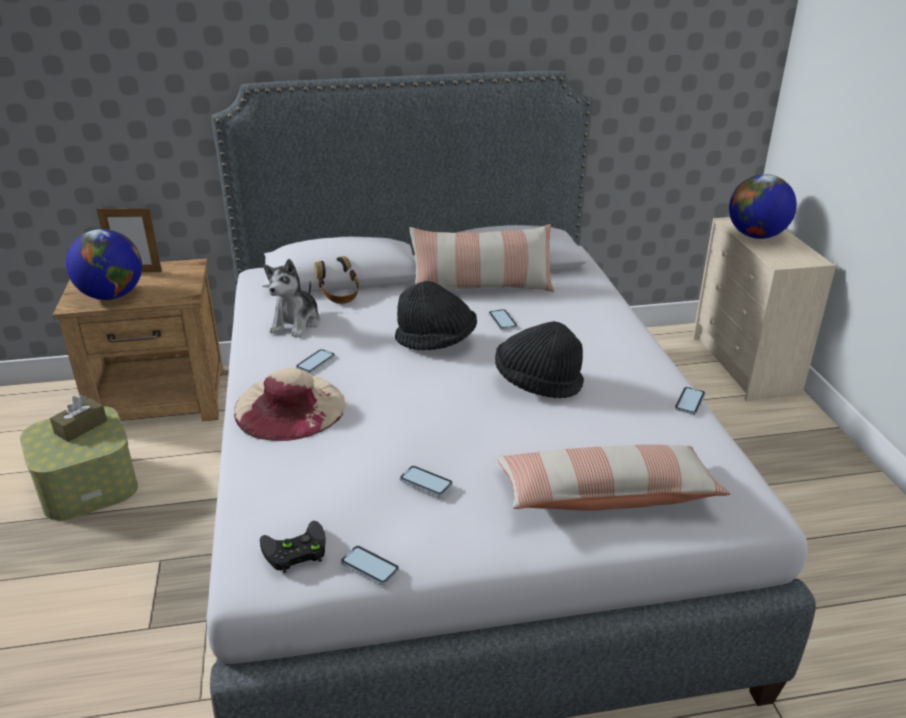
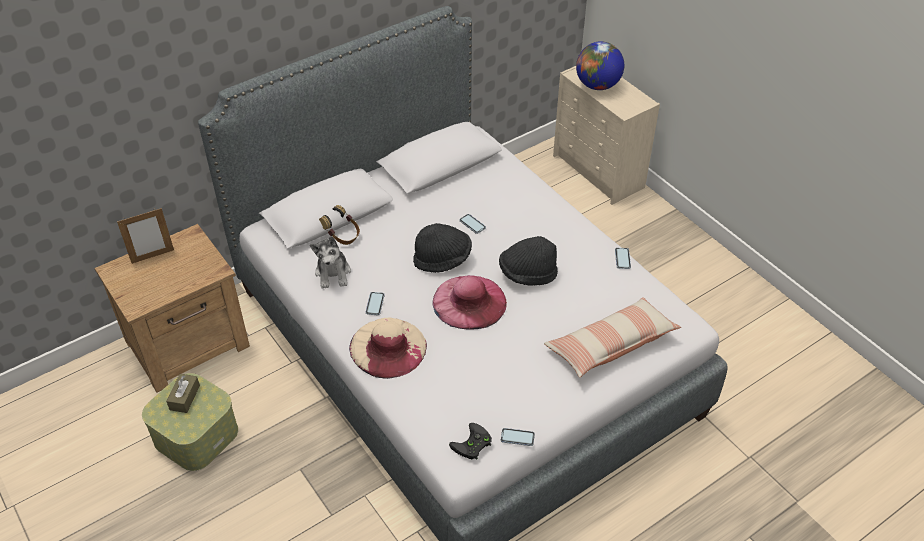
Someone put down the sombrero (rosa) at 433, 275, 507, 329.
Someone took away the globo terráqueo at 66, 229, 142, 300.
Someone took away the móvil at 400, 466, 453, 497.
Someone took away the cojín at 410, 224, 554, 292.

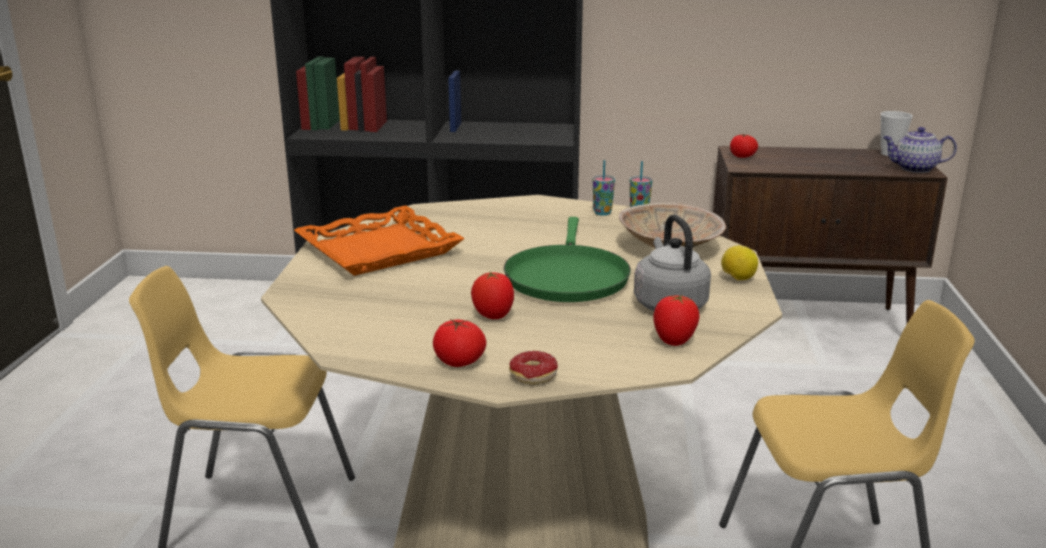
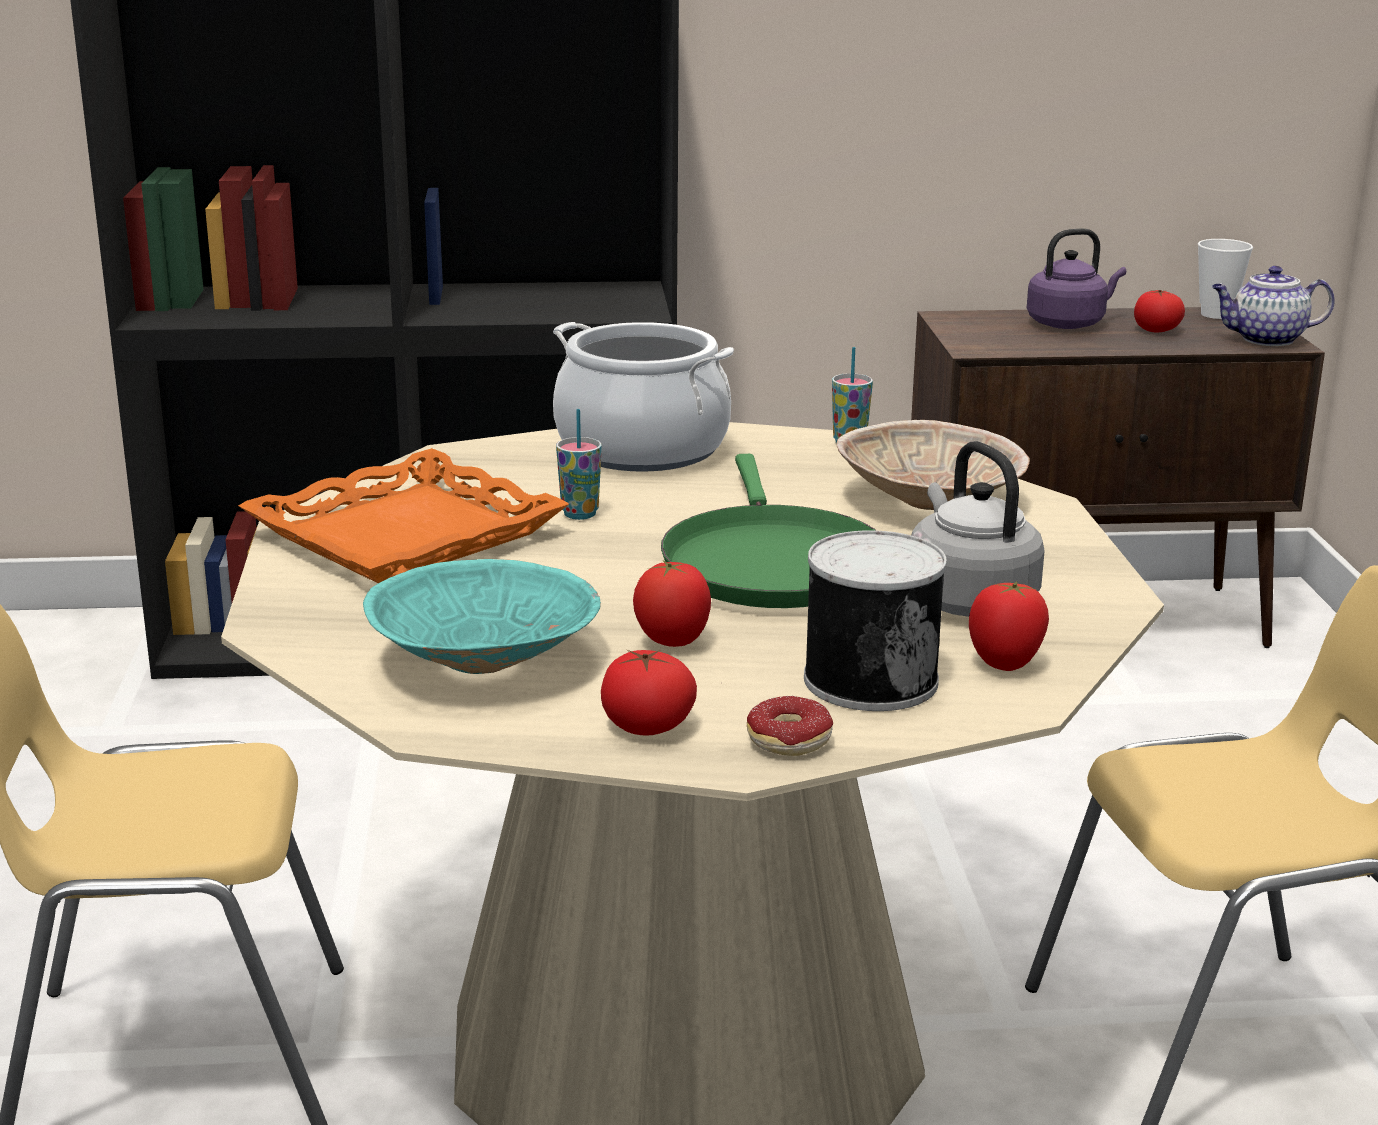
Someone put down the cuenco (turquesa) at 363, 559, 601, 674.
Someone put down the olla at 553, 322, 734, 472.
Someone carried the taza from 593, 160, 615, 216 to 556, 409, 602, 520.
Someone put down the lata at 804, 530, 947, 711.
Someone put down the hervidor (morado) at 1027, 229, 1126, 329.
Someone carried the tomate from 730, 134, 758, 158 to 1134, 290, 1185, 332.
Someone took away the limón at 721, 245, 758, 280.

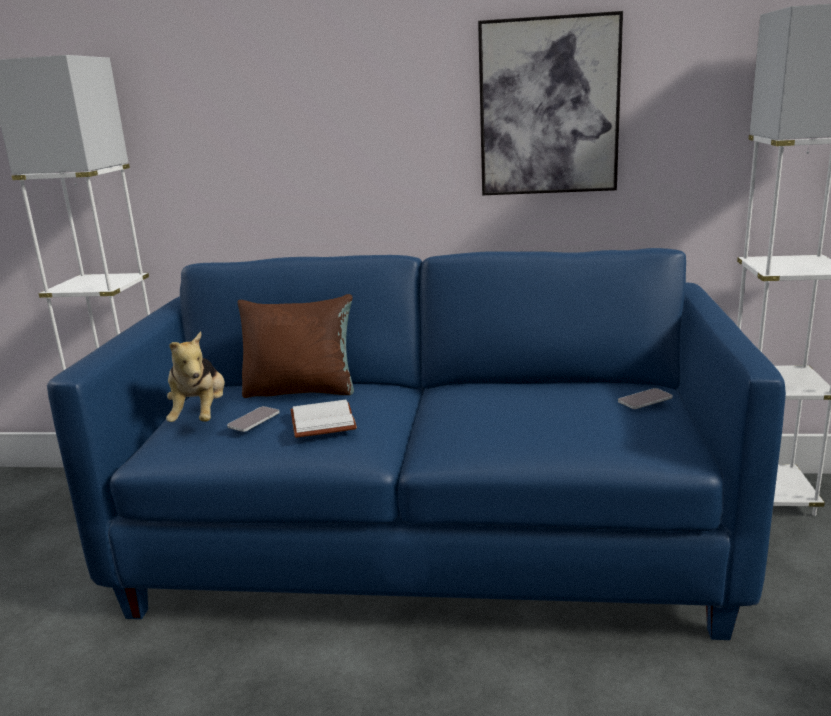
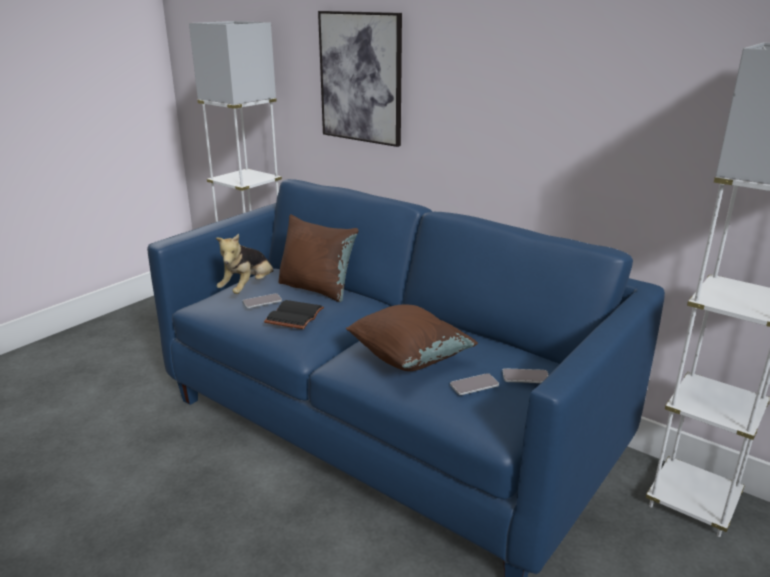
Someone repainted the libro (blanco) at 290, 400, 357, 438, which became the libro (negro) at 264, 300, 324, 329.
Someone carried the cuadro from 478, 11, 623, 195 to 318, 11, 402, 147.
Someone put down the cojín (marrón) at 346, 304, 478, 371.
Someone put down the móvil at 450, 373, 499, 395.

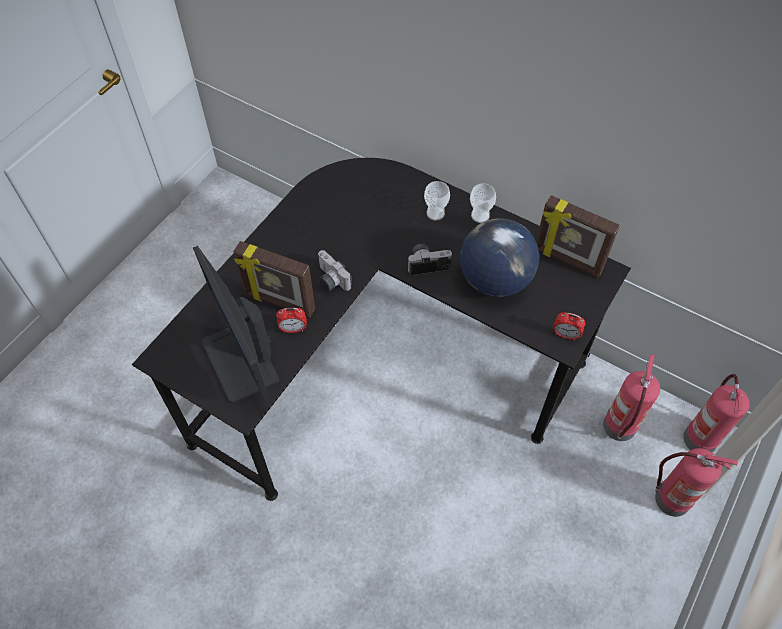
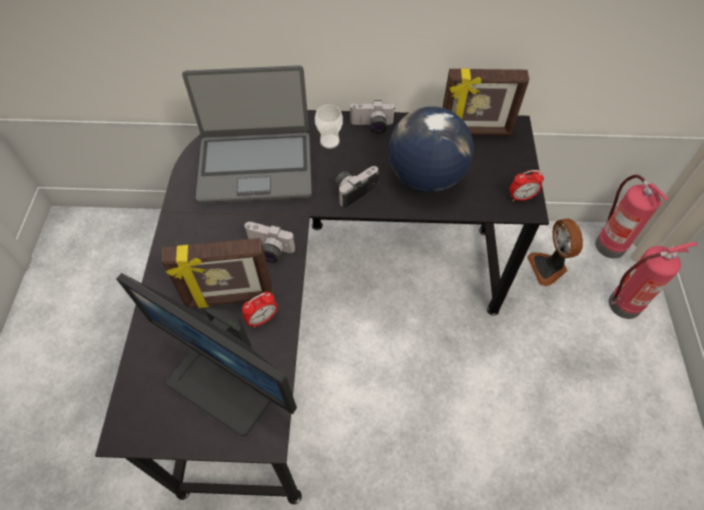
Someone put down the portátil at 182, 65, 312, 204.
Someone swapped the taza at 470, 183, 496, 223 for the cámara at 350, 100, 395, 134.
Someone swapped the extintor at 603, 354, 660, 441 for the ventilador at 527, 218, 583, 286.

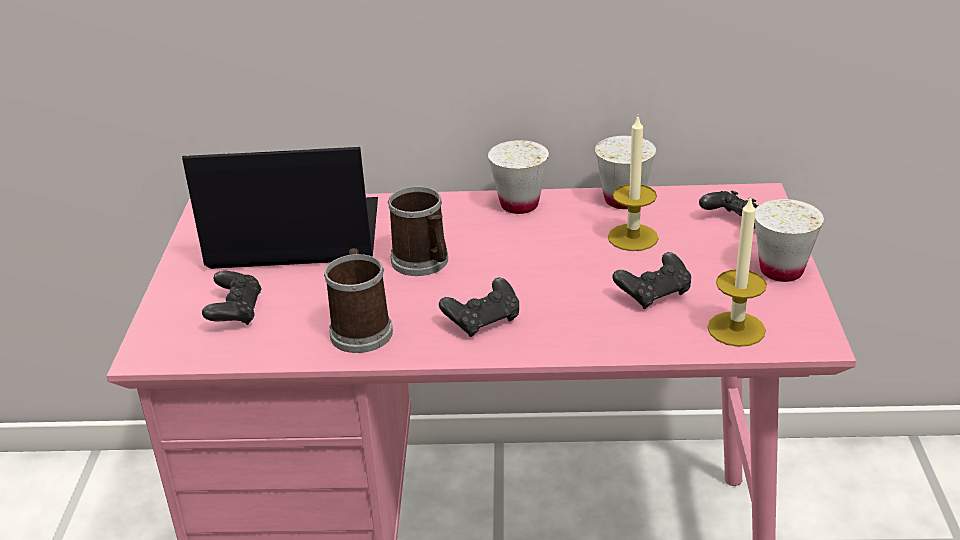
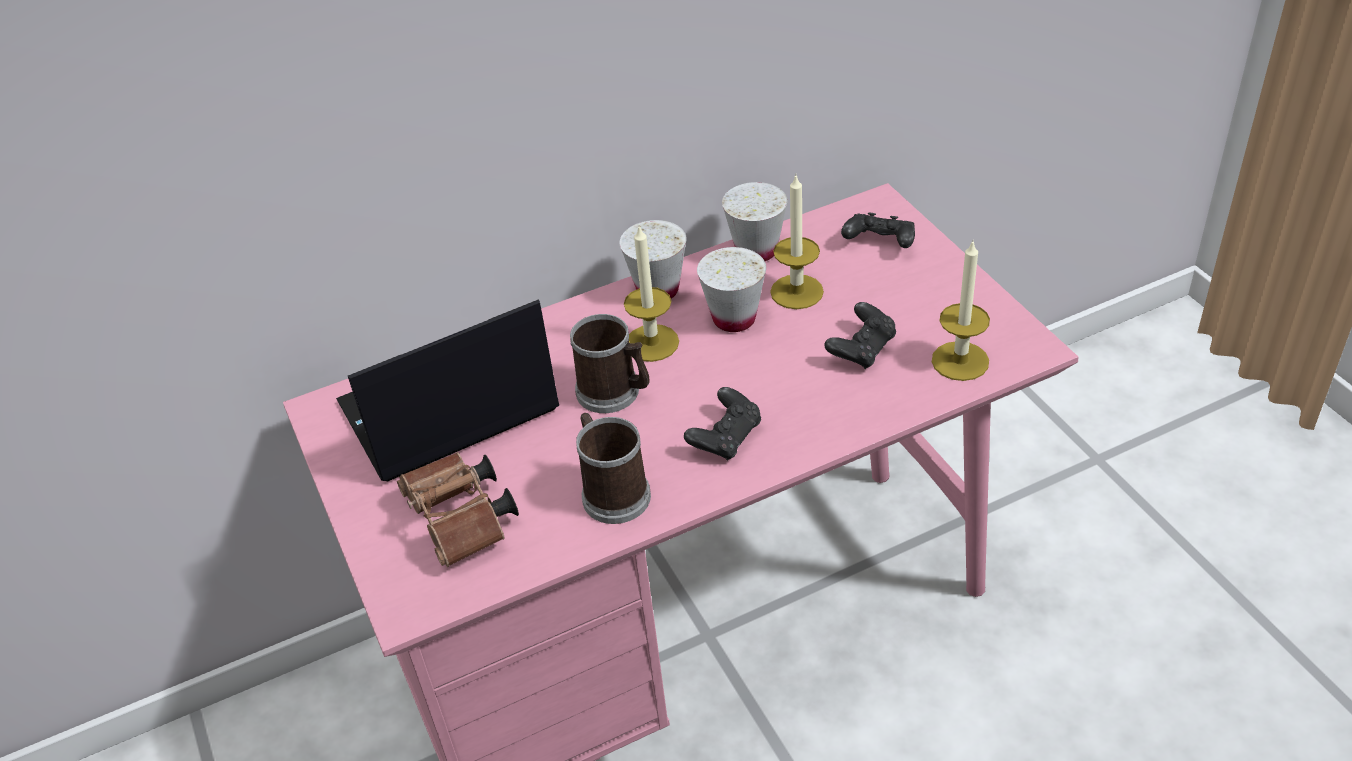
Someone swapped the mando de consola (negro) at 202, 271, 261, 325 for the prismáticos (marrón) at 397, 452, 519, 567.
Someone put down the vela at 624, 225, 679, 362.
Someone carried the taza (blanco) from 755, 199, 824, 282 to 697, 247, 766, 332.

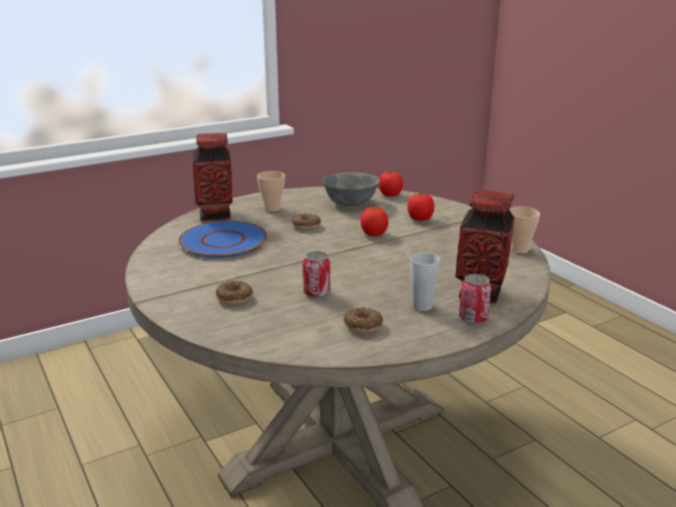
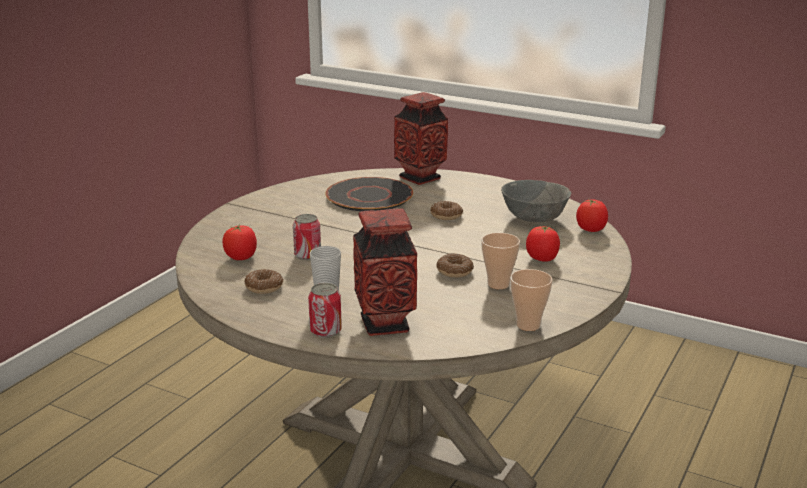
Someone carried the tomate from 360, 207, 388, 236 to 222, 225, 257, 260.
Someone repainted the plato (azul) at 178, 221, 267, 258, which became the plato (negro) at 325, 177, 413, 211.
Someone carried the rosquilla from 216, 281, 253, 304 to 436, 253, 474, 278.
Someone carried the taza from 257, 171, 285, 212 to 481, 233, 520, 289.

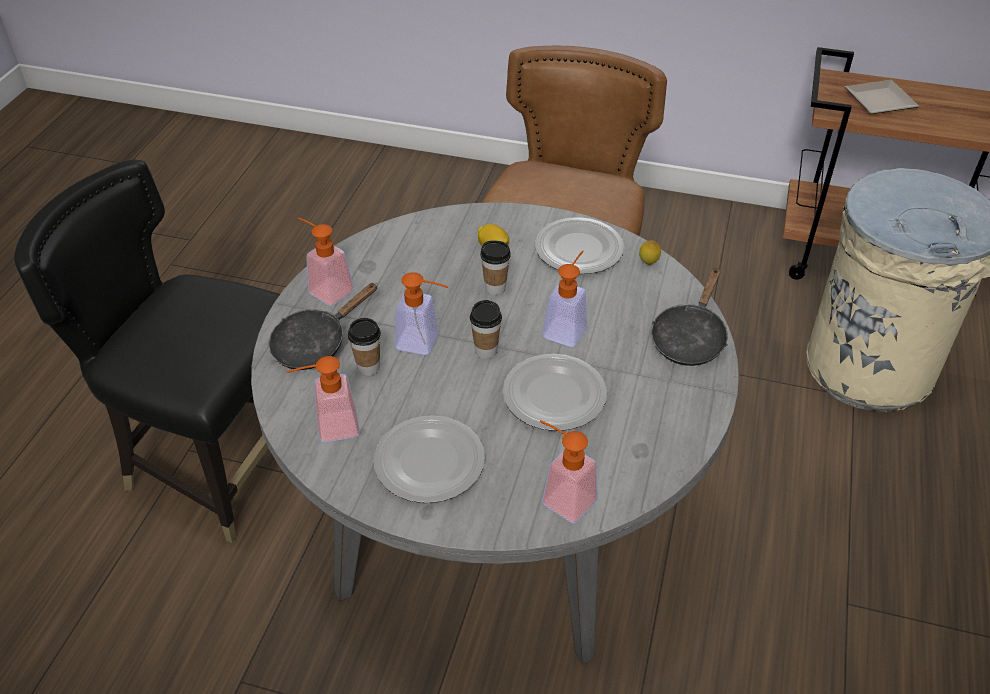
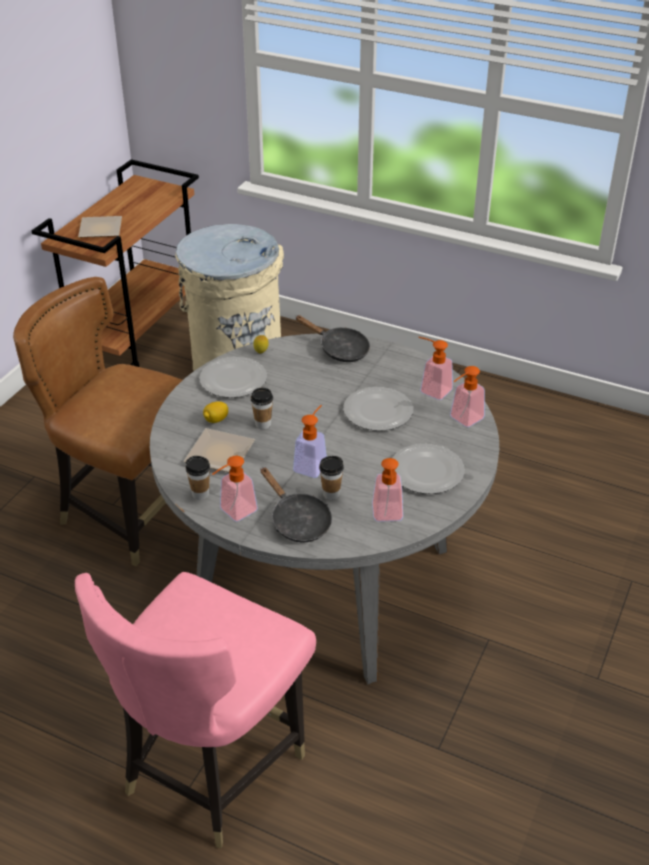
Someone repainted the silla (negro) at 14, 160, 280, 543, which became the silla (rosa) at 75, 572, 316, 848.
Someone put down the plato at 184, 428, 255, 472.
Someone carried the taza from 470, 300, 502, 359 to 185, 456, 210, 500.
Someone carried the dispensador de jabón from 543, 251, 587, 347 to 419, 337, 453, 400.

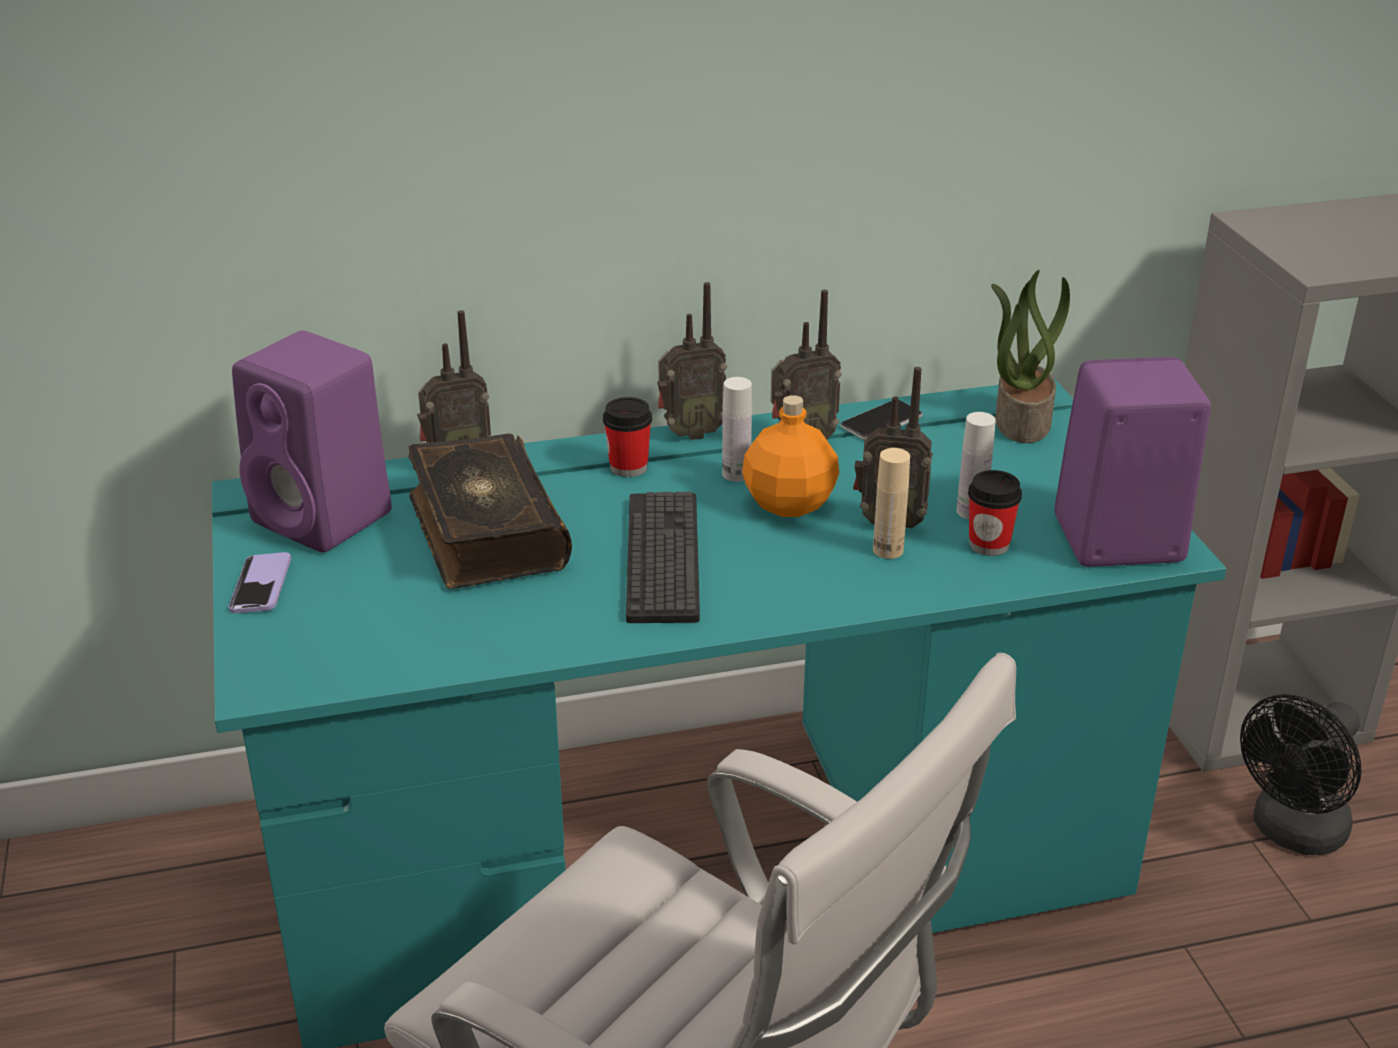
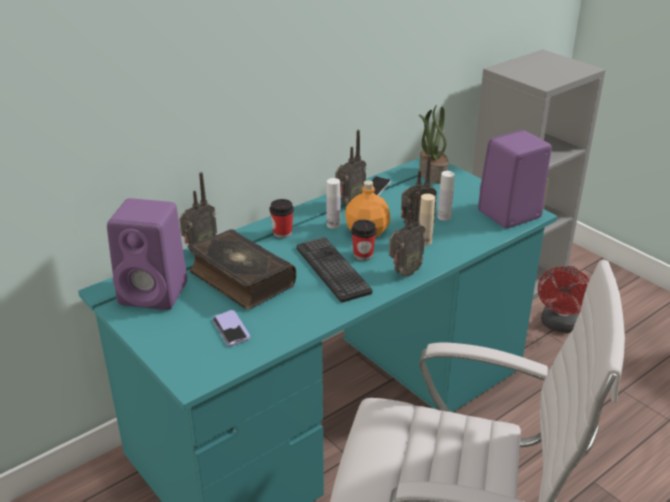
Someone carried the móvil from 229, 552, 291, 613 to 212, 310, 250, 347.
Someone carried the taza from 968, 470, 1022, 556 to 351, 220, 377, 261.
Someone carried the radio from 657, 282, 727, 440 to 389, 191, 425, 277.
Someone repainted the ventilador (negro) at 1240, 694, 1362, 855, which became the ventilador (rojo) at 538, 266, 590, 333.

